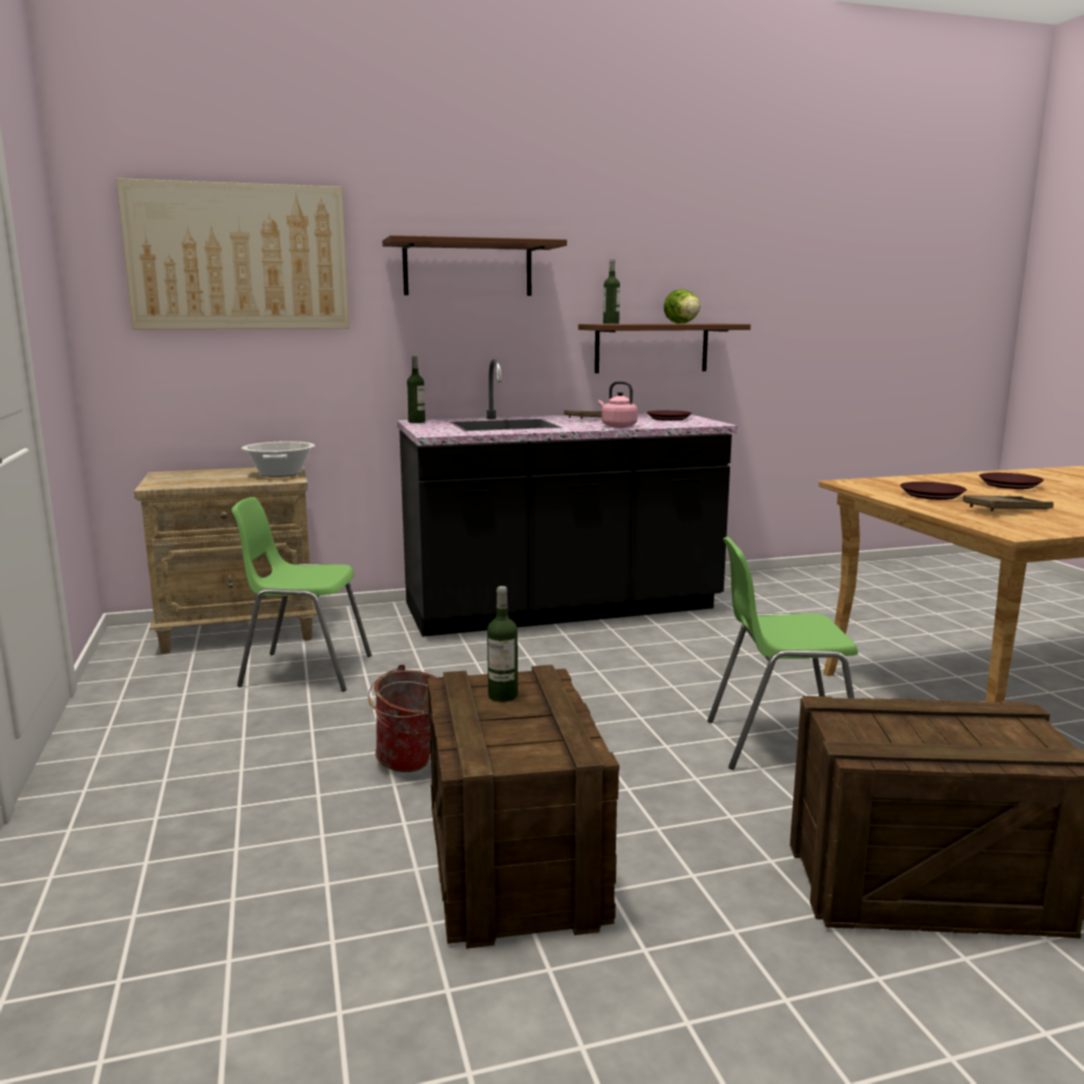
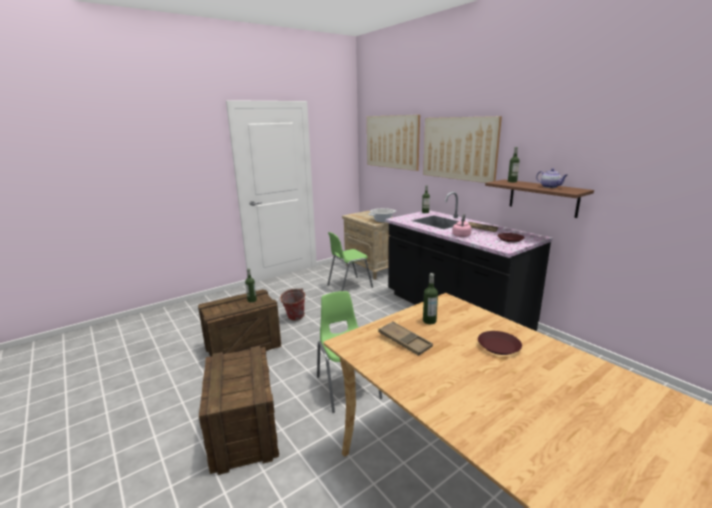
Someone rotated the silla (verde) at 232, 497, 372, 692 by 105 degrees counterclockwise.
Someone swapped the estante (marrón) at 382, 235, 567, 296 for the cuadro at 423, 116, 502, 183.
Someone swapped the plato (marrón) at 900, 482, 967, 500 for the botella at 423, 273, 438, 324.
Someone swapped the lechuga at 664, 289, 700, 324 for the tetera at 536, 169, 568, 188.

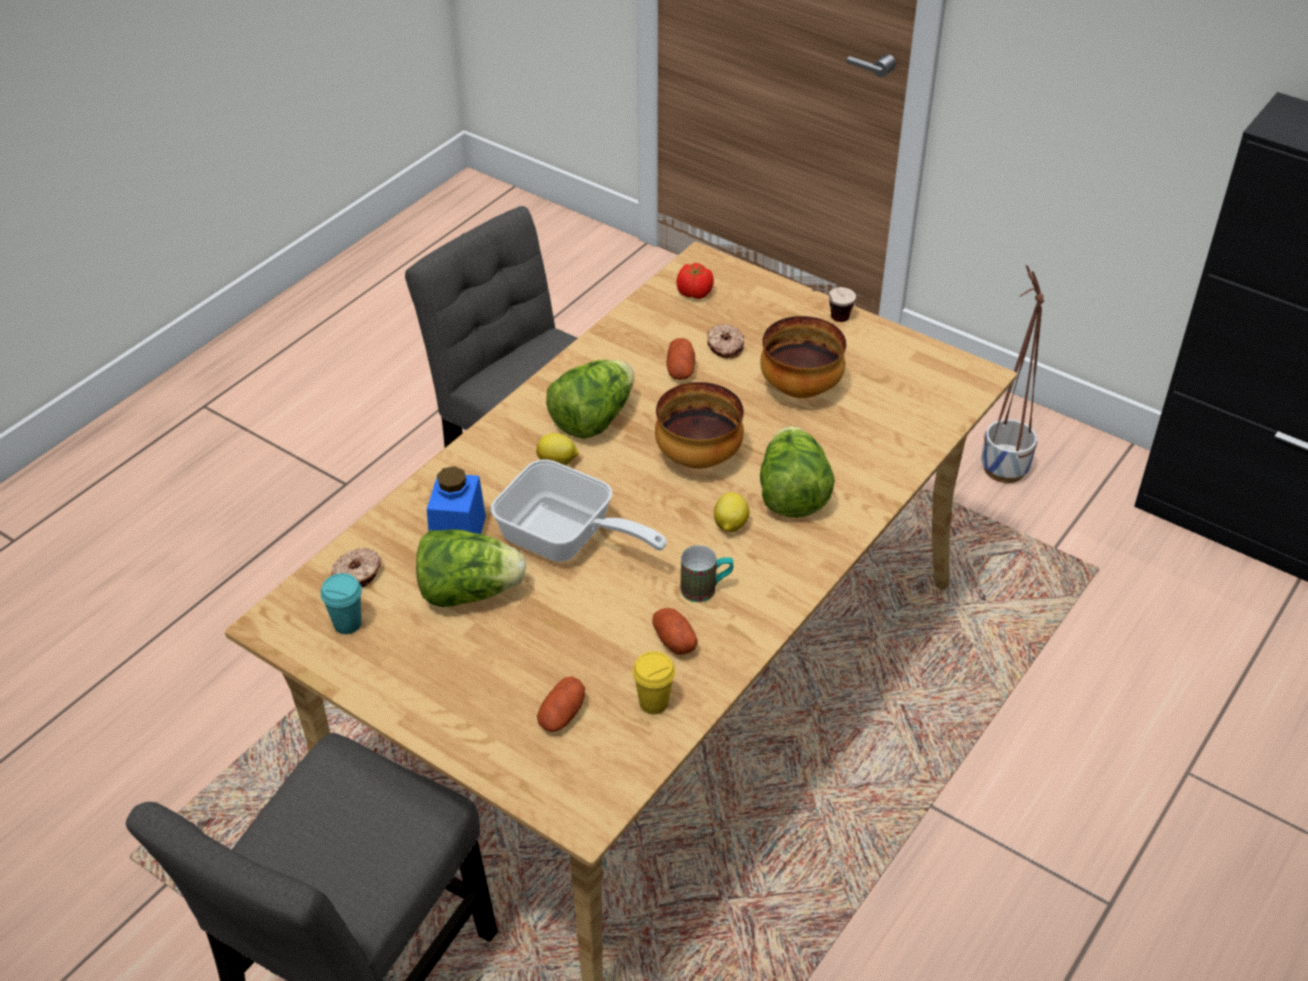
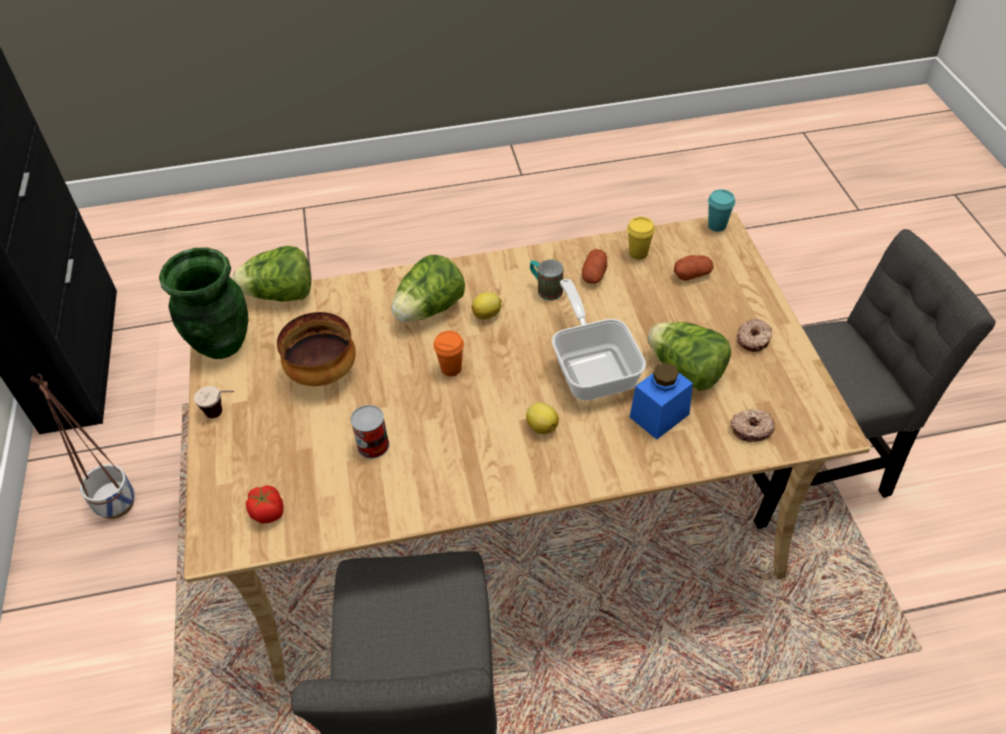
Someone put down the florero (verde) at 159, 248, 249, 359.
Someone carried the lechuga from 546, 360, 634, 439 to 232, 246, 311, 302.
Someone swapped the patata at 667, 338, 695, 380 for the lata at 350, 405, 389, 459.
Someone swapped the cuenco at 655, 382, 744, 469 for the taza (naranja) at 433, 331, 464, 376.
Someone carried the taza (turquesa) from 321, 573, 362, 634 to 708, 189, 735, 232.
Someone carried the rosquilla from 707, 324, 744, 359 to 737, 319, 772, 352.

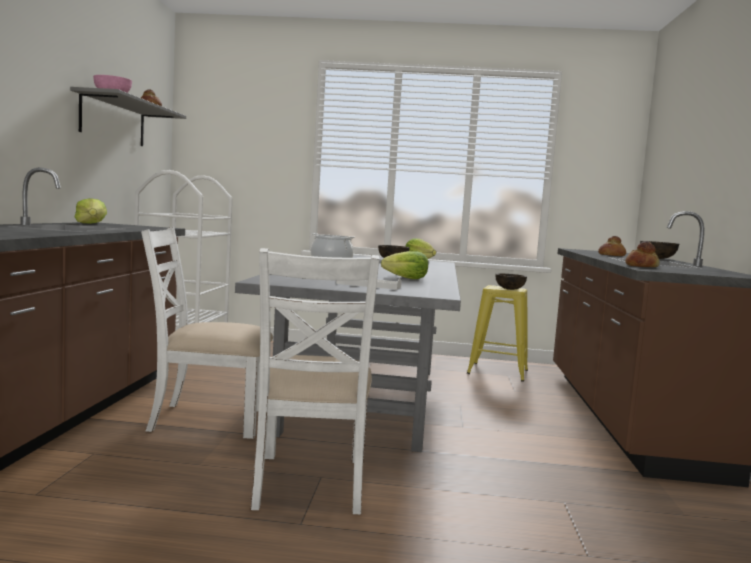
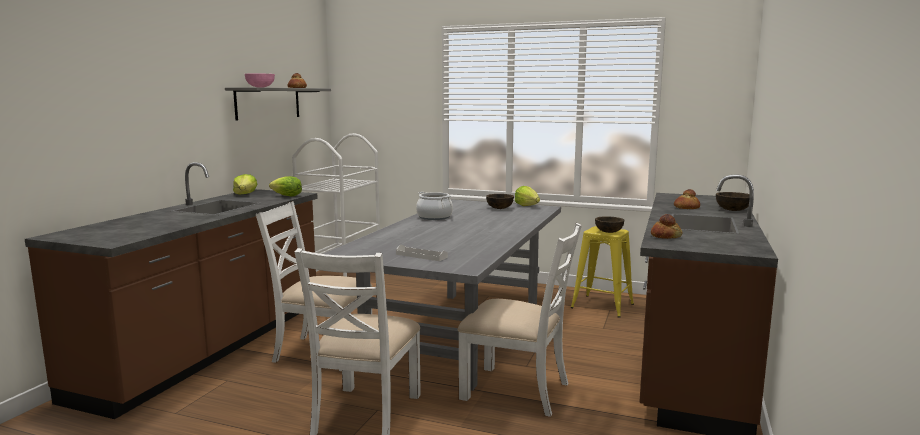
Someone carried the lechuga from 381, 251, 428, 279 to 269, 176, 302, 196.
Someone put down the silla (blanco) at 457, 223, 582, 417.

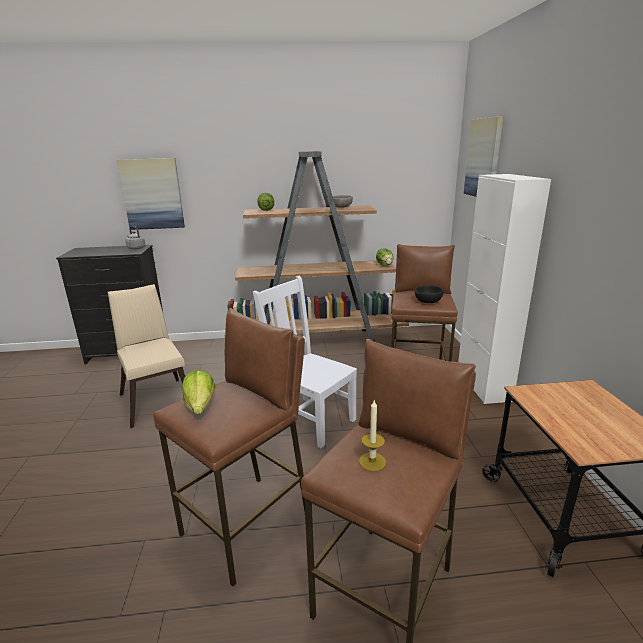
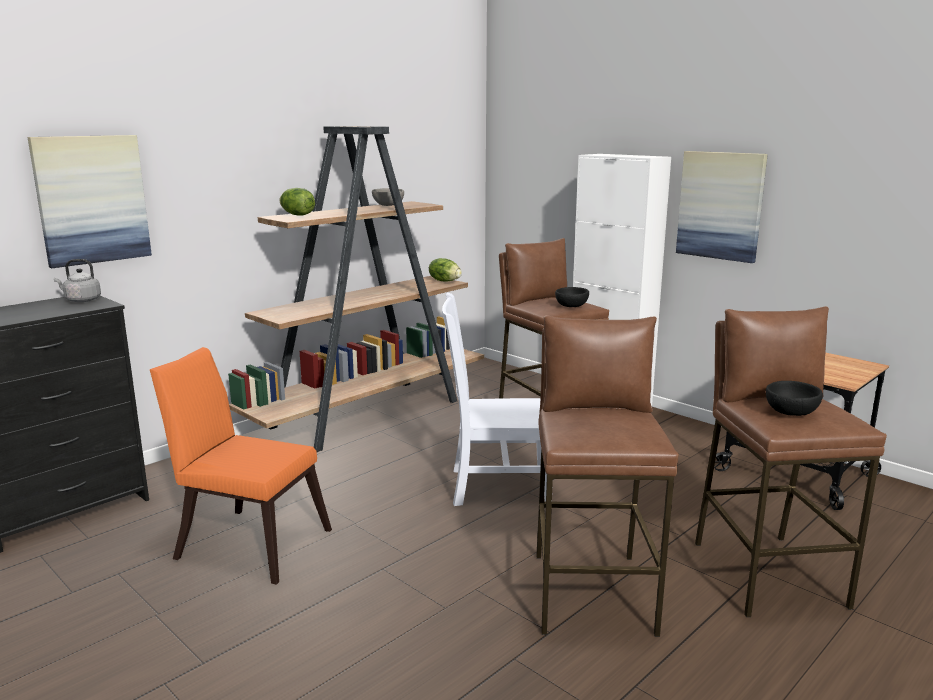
Someone repainted the silla (beis) at 108, 284, 185, 428, which became the silla (naranja) at 150, 347, 332, 585.
Someone carried the cuadro from 464, 116, 503, 197 to 676, 151, 768, 263.
Someone swapped the vela at 359, 400, 386, 471 for the cuenco (negro) at 766, 381, 823, 416.
Someone took away the lechuga at 182, 370, 215, 414.

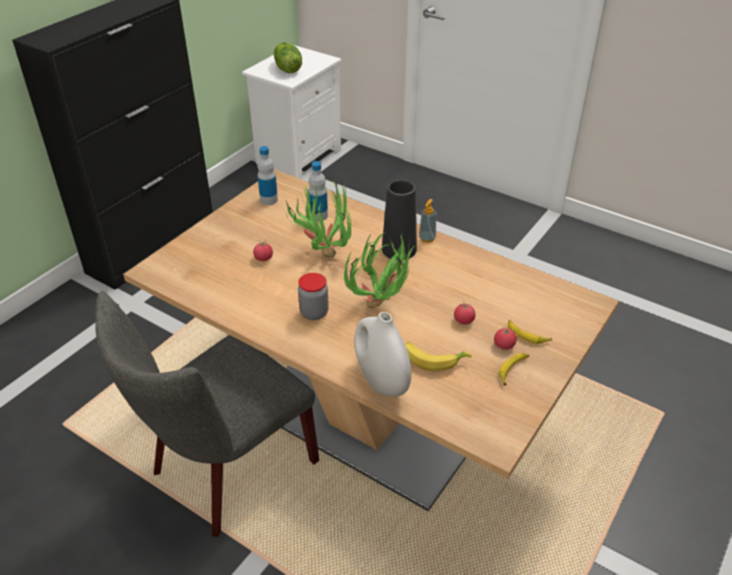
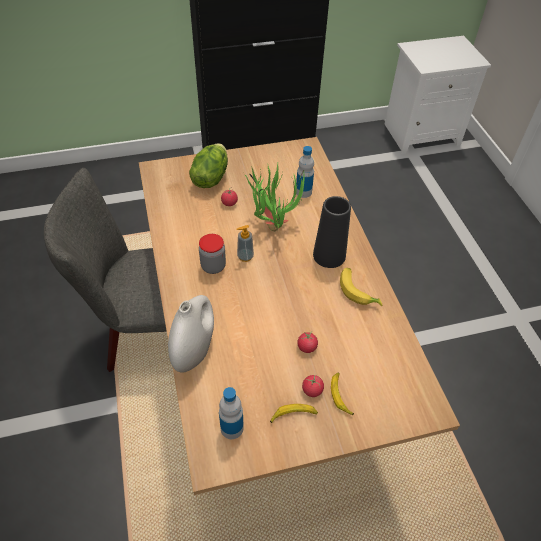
Someone carried the lechuga from 274, 42, 302, 74 to 189, 143, 228, 188.
Someone carried the botella from 257, 146, 278, 205 to 219, 387, 244, 439.
Someone carried the dispensador de jabón from 419, 199, 436, 243 to 237, 225, 254, 262.
Someone carried the plátano from 405, 342, 472, 371 to 340, 268, 382, 306.
Someone took away the planta en maceta at 344, 232, 414, 309.

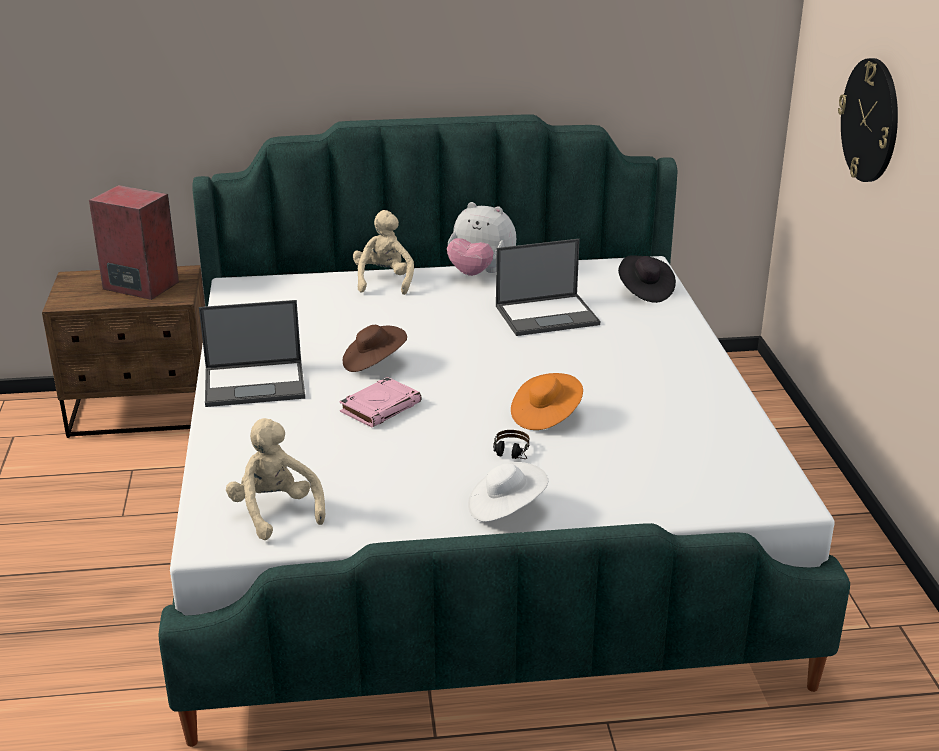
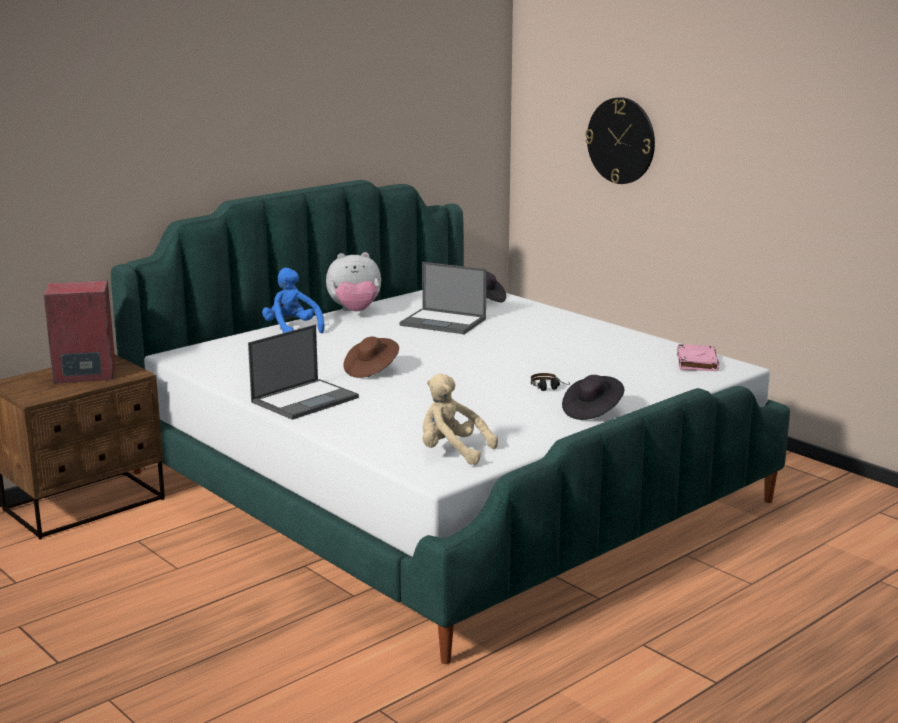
Someone repainted the peluche (beis) at 353, 210, 414, 295, which became the peluche (azul) at 262, 268, 325, 333.
Someone rotated the portátil at 496, 239, 600, 336 by 75 degrees clockwise.
Someone repainted the sombrero (blanco) at 468, 462, 548, 522, which became the sombrero (negro) at 562, 375, 624, 420.
Someone carried the libro (rosa) from 339, 377, 422, 428 to 677, 344, 719, 371.
Someone took away the sombrero (naranja) at 511, 373, 583, 430.

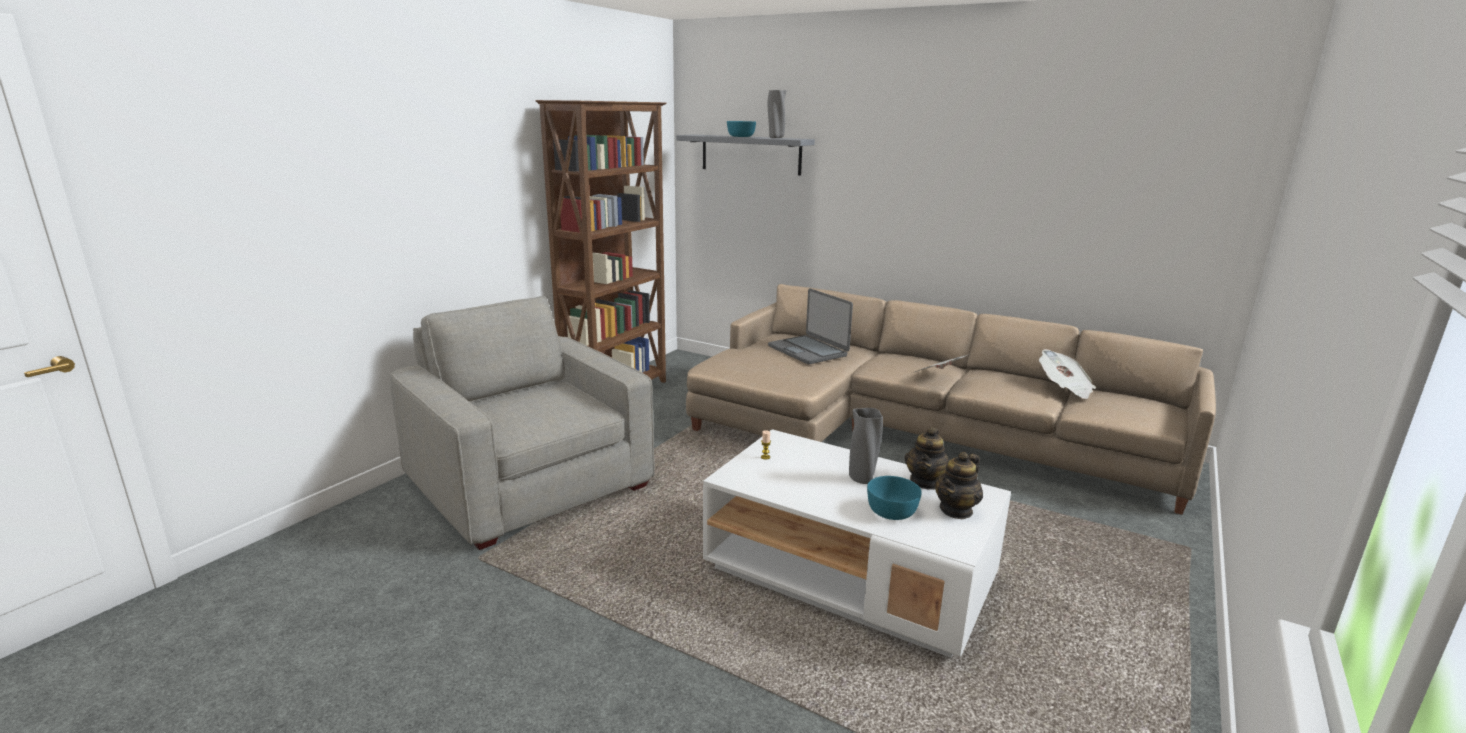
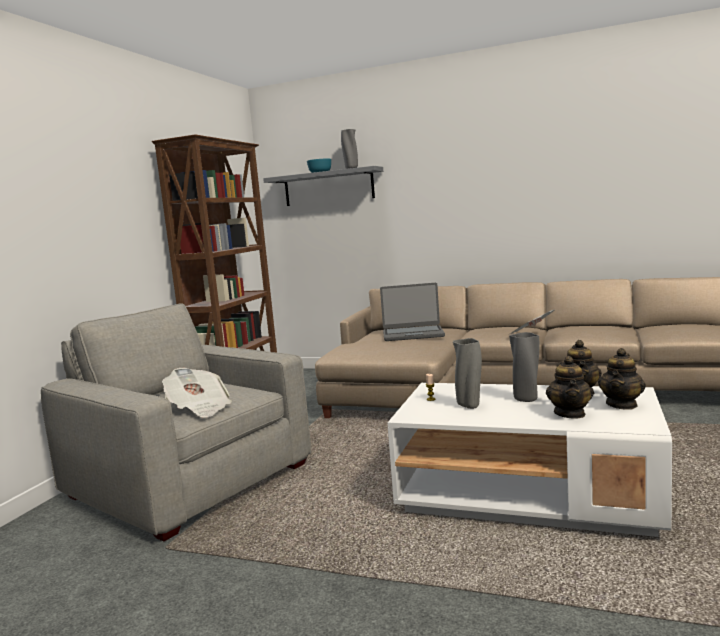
Someone carried the periódico from 1039, 349, 1096, 399 to 162, 368, 232, 418.
Someone rotated the portátil at 768, 288, 853, 364 by 45 degrees counterclockwise.
Someone put down the florero (gris) at 453, 338, 482, 409.
Someone swapped the cuenco (turquesa) at 867, 476, 922, 520 for the tetera at 546, 356, 593, 419.

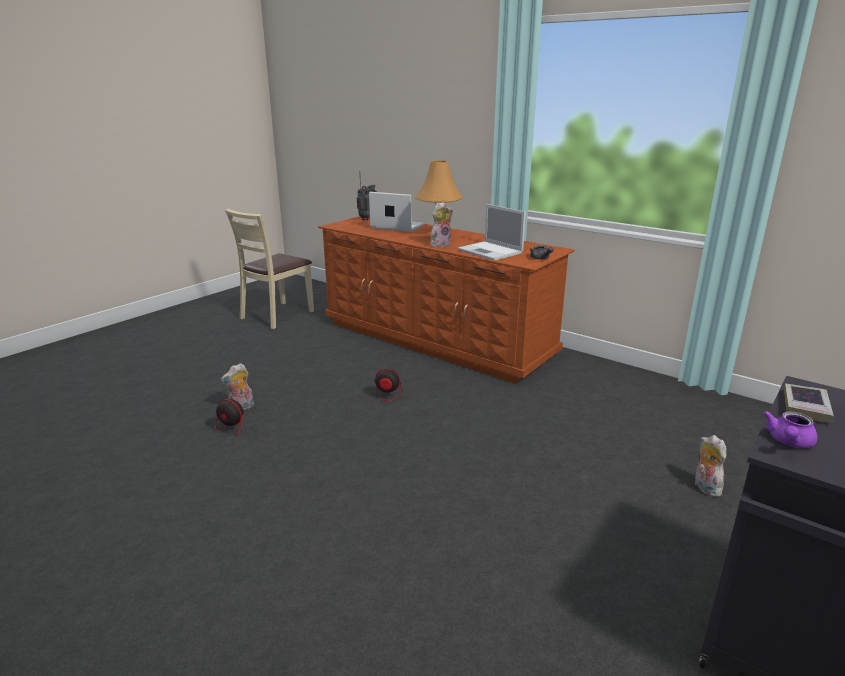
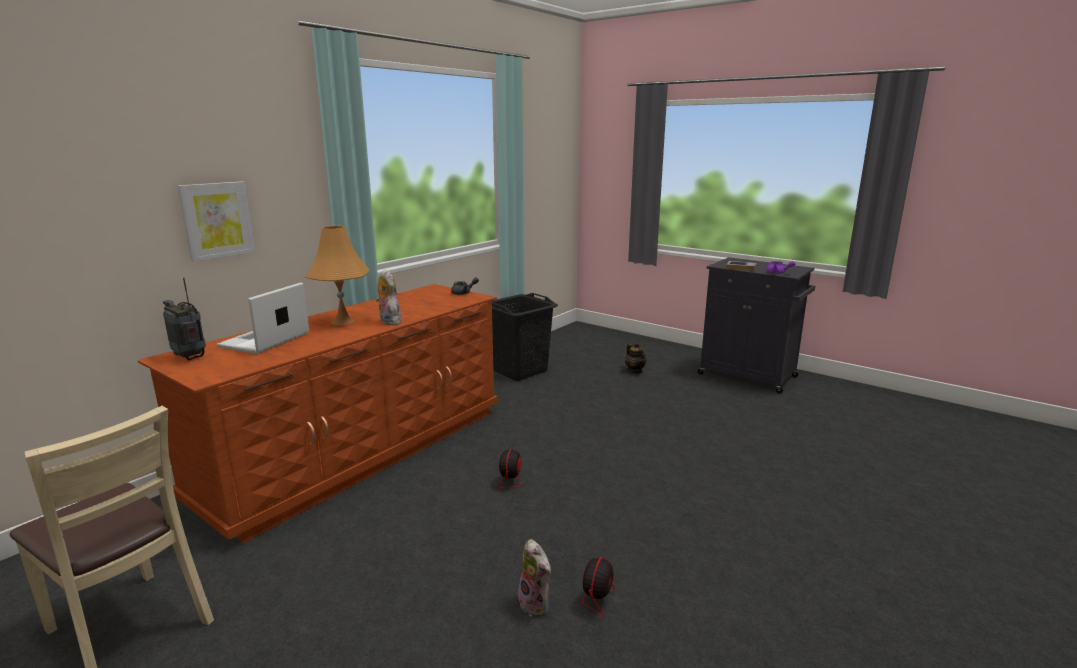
Someone put up the cuadro at 177, 181, 255, 262.
Someone put down the cesto de la ropa (negro) at 492, 293, 558, 381.
Someone swapped the peluche at 695, 435, 727, 497 for the tetera at 625, 342, 647, 374.
Someone took away the portátil at 457, 204, 526, 261.

